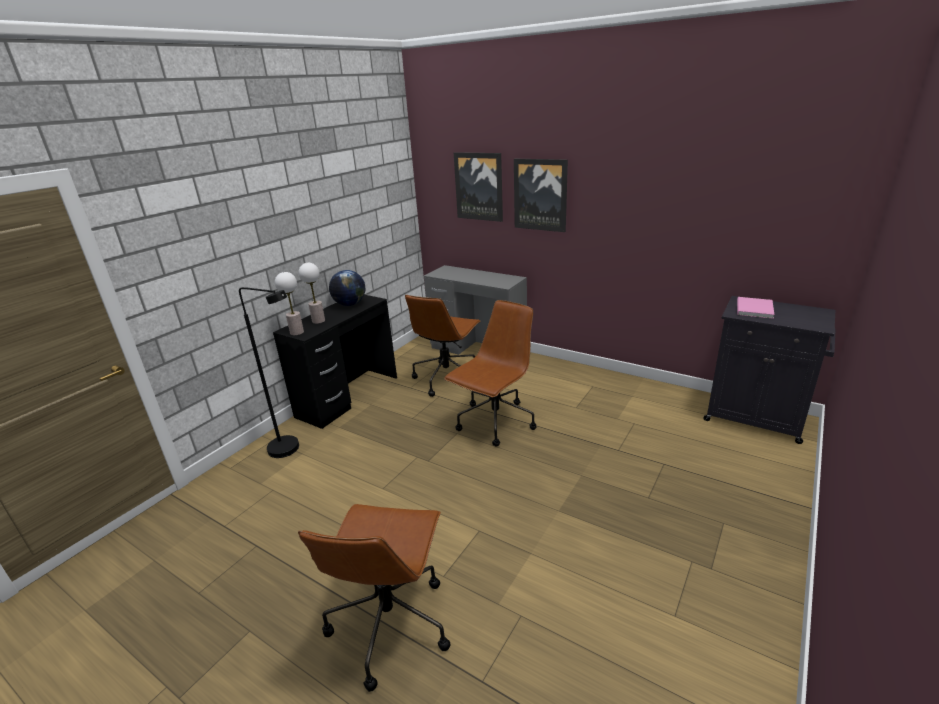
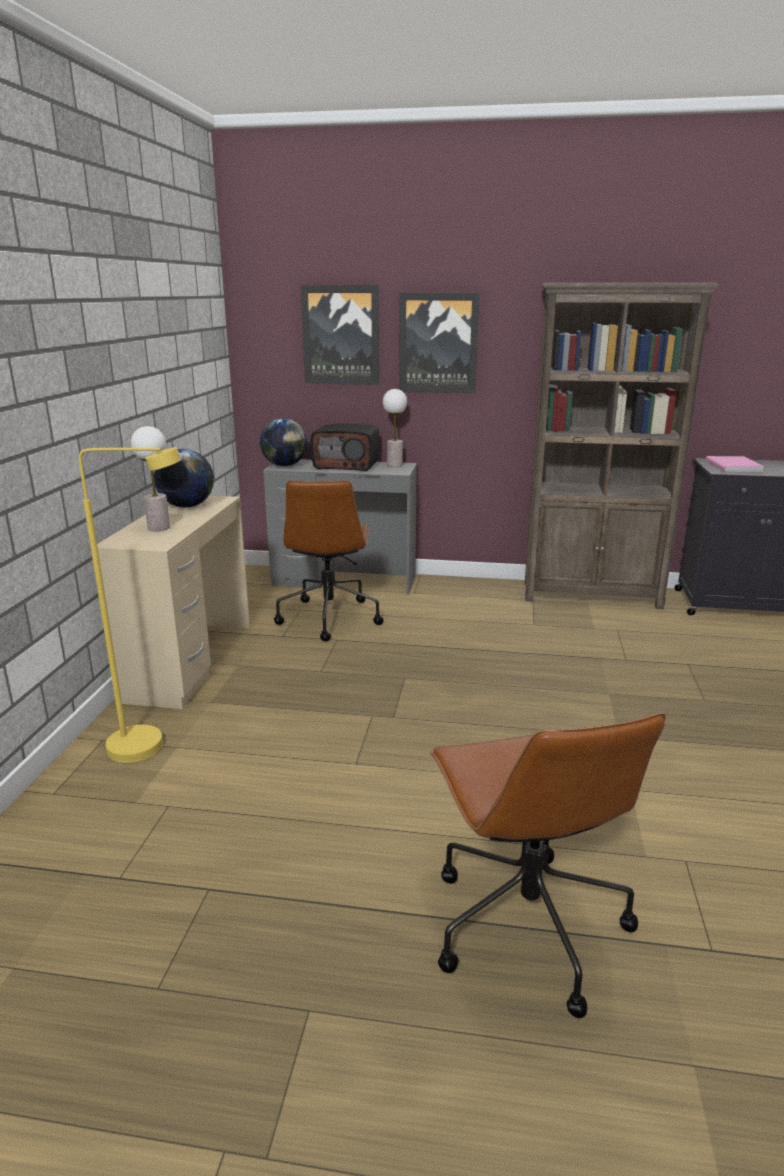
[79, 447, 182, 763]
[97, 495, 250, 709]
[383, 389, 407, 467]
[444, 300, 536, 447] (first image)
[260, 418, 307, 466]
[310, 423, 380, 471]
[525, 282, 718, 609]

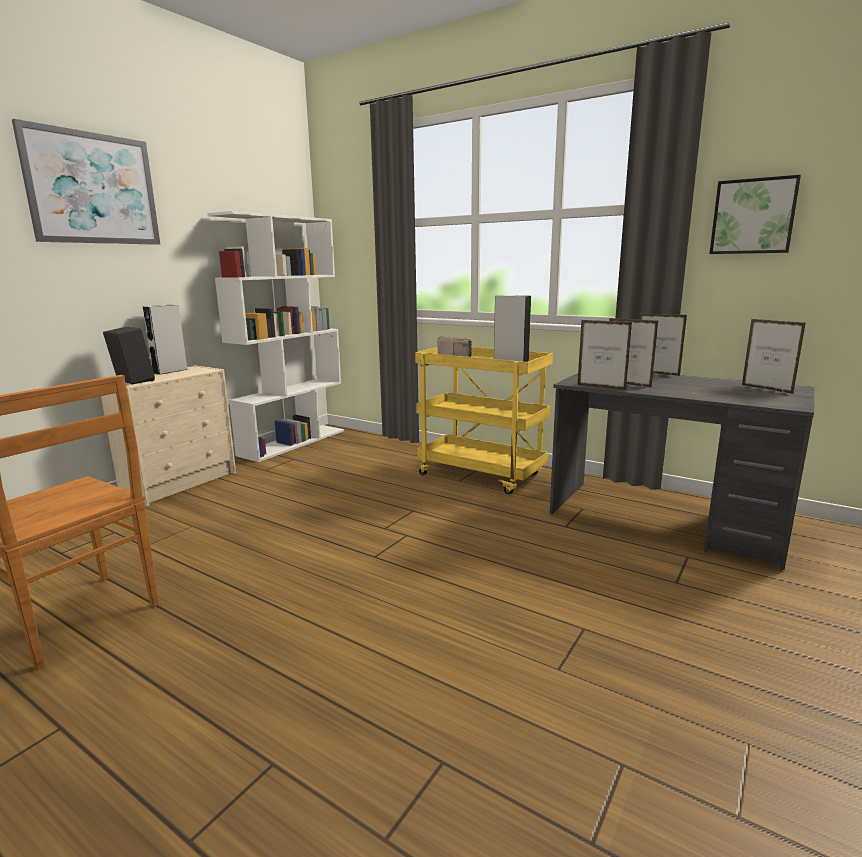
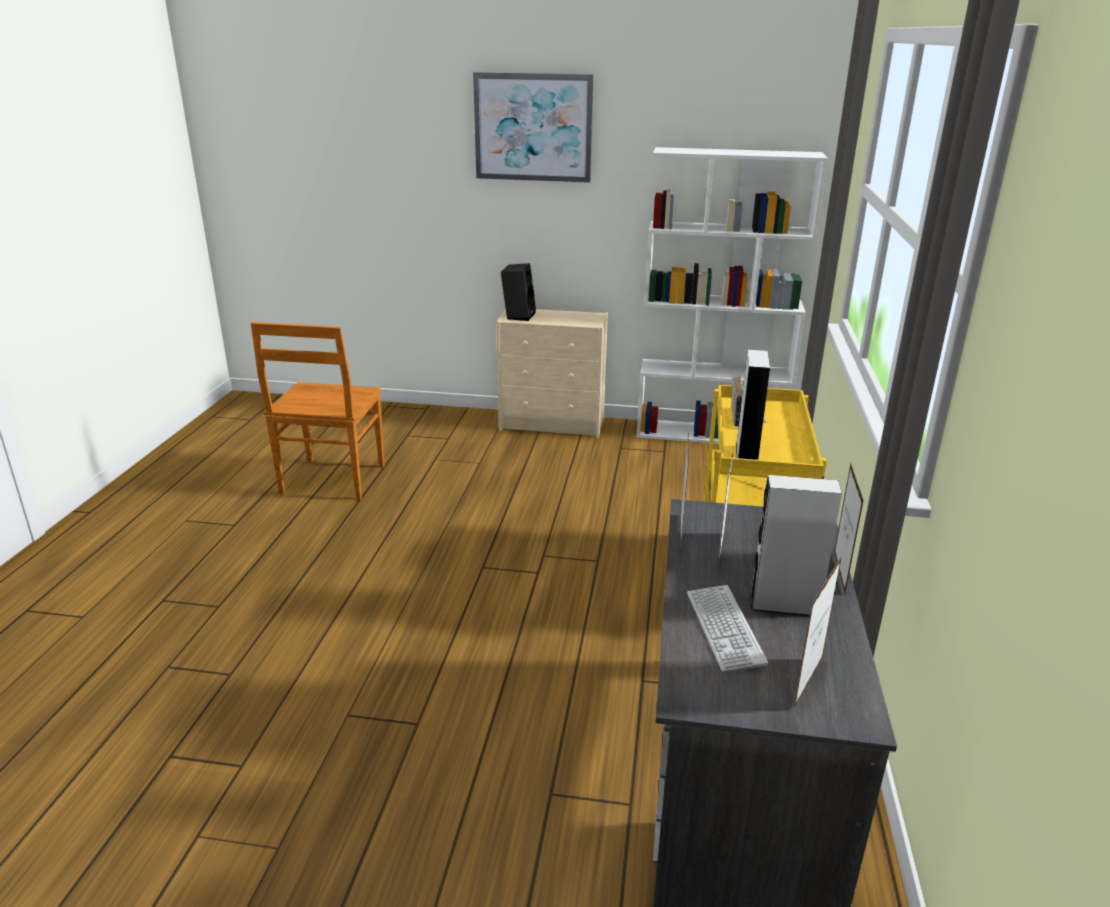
[750, 475, 842, 616]
[709, 175, 801, 254] (first image)
[687, 585, 768, 672]

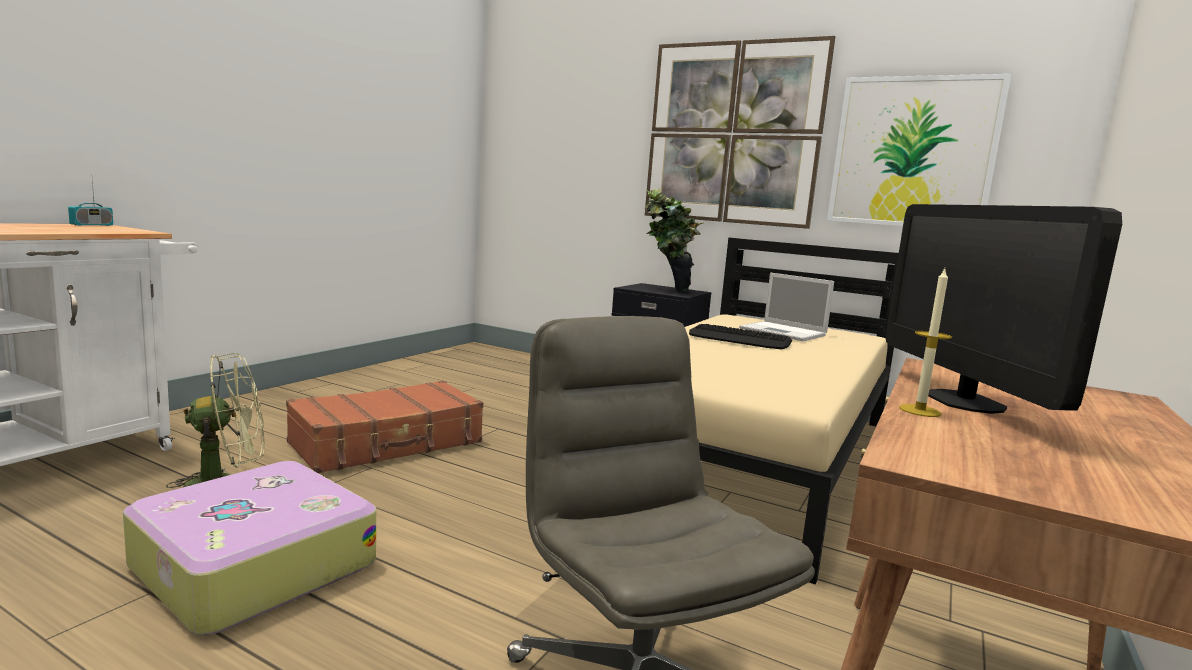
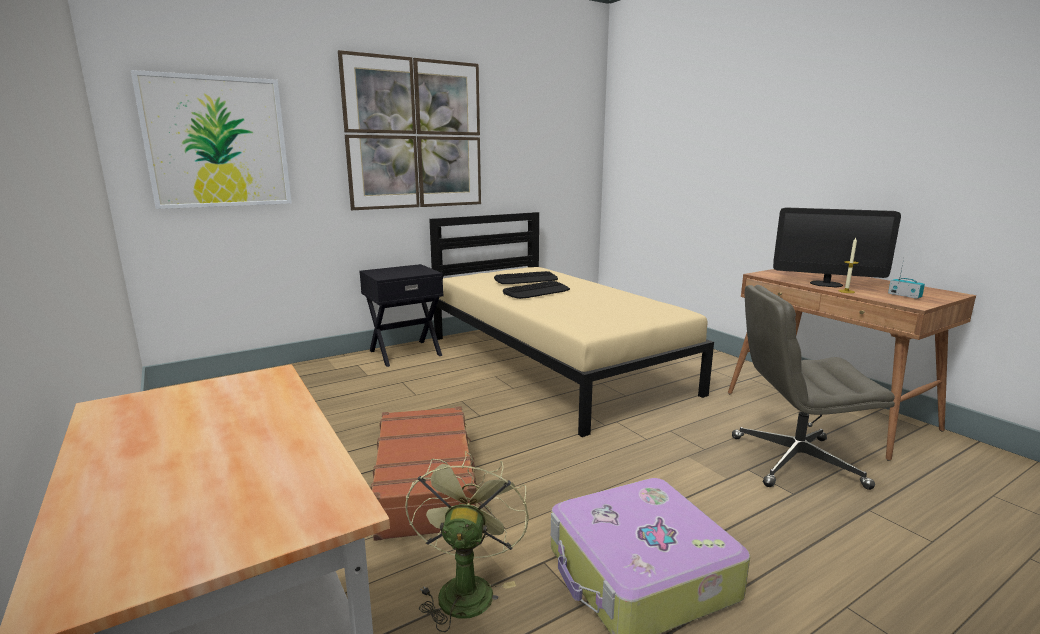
[888, 259, 925, 299]
[645, 189, 705, 293] (first image)
[494, 271, 558, 284]
[131, 70, 292, 209]

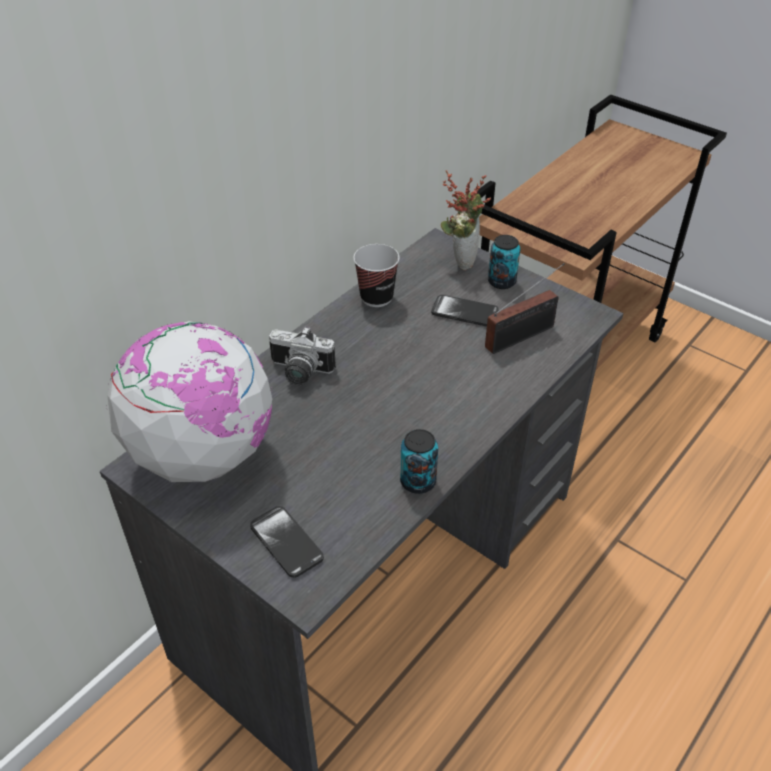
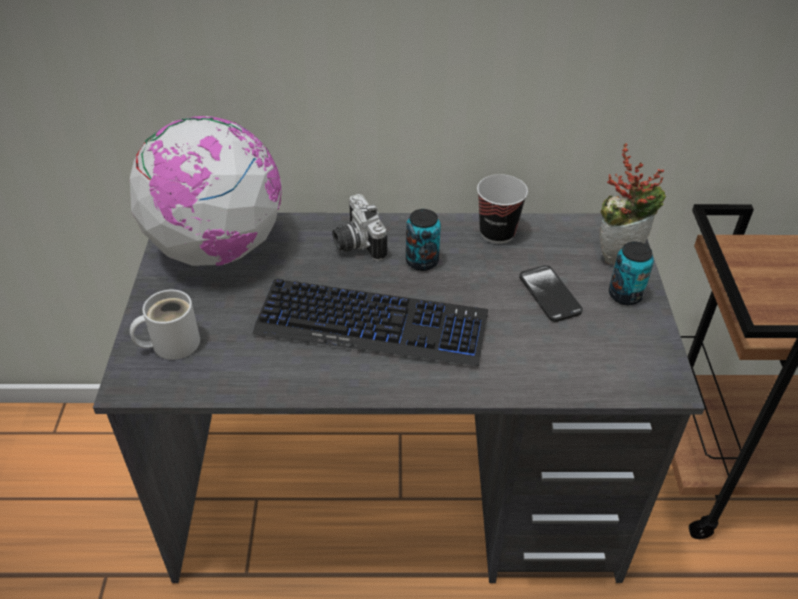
[130, 290, 200, 360]
[406, 209, 441, 271]
[485, 263, 565, 354] (first image)
[252, 278, 488, 366]

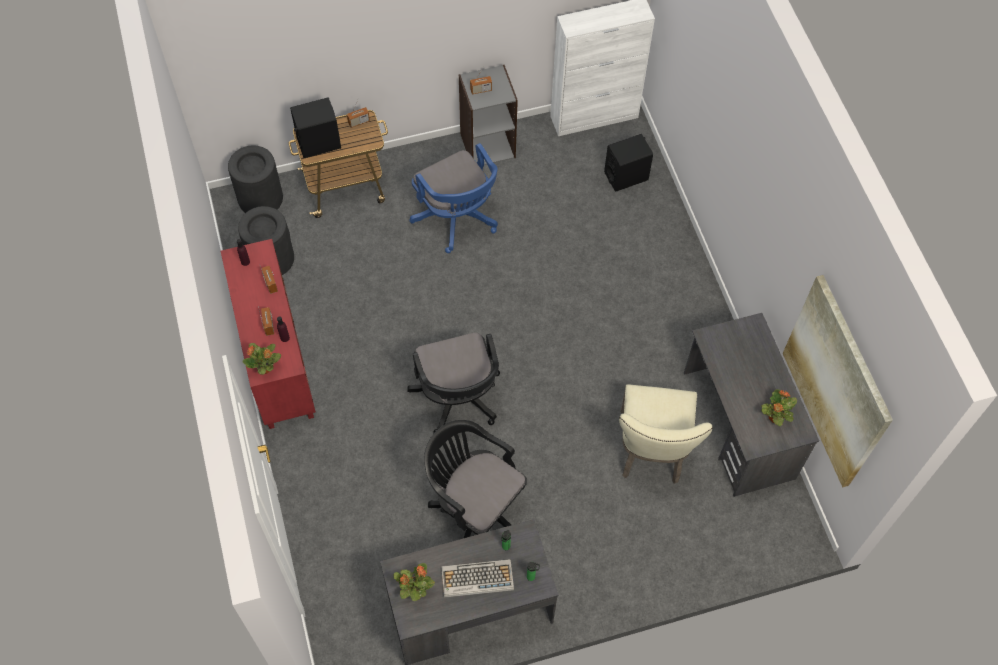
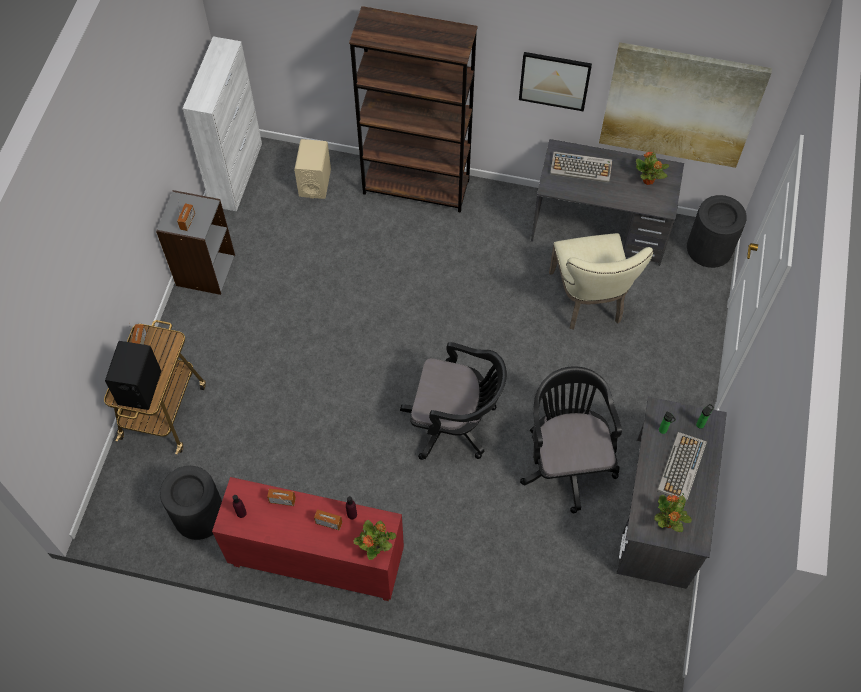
[687, 195, 747, 268]
[409, 143, 498, 253] (first image)
[520, 366, 622, 514]
[294, 139, 331, 199]
[549, 233, 653, 330]
[349, 6, 477, 213]
[519, 52, 592, 111]
[550, 151, 612, 183]

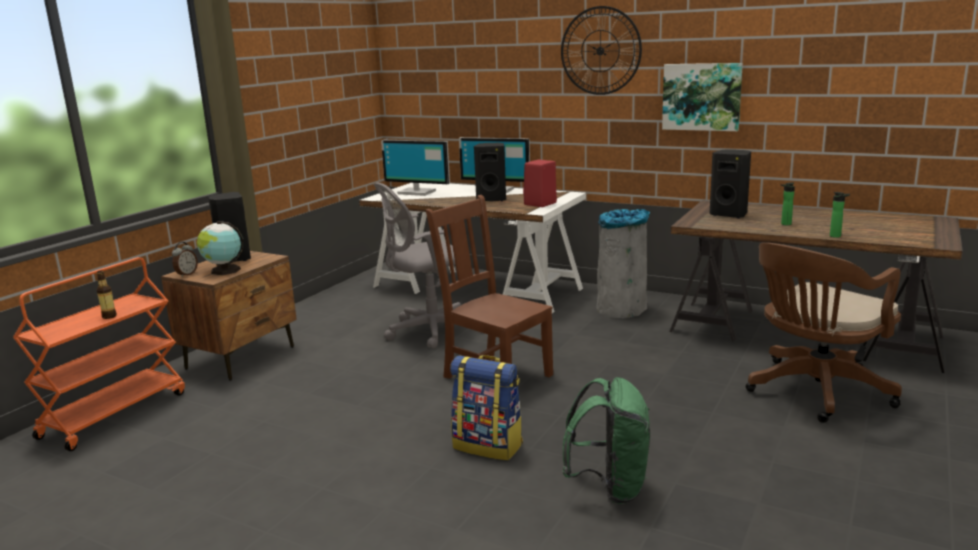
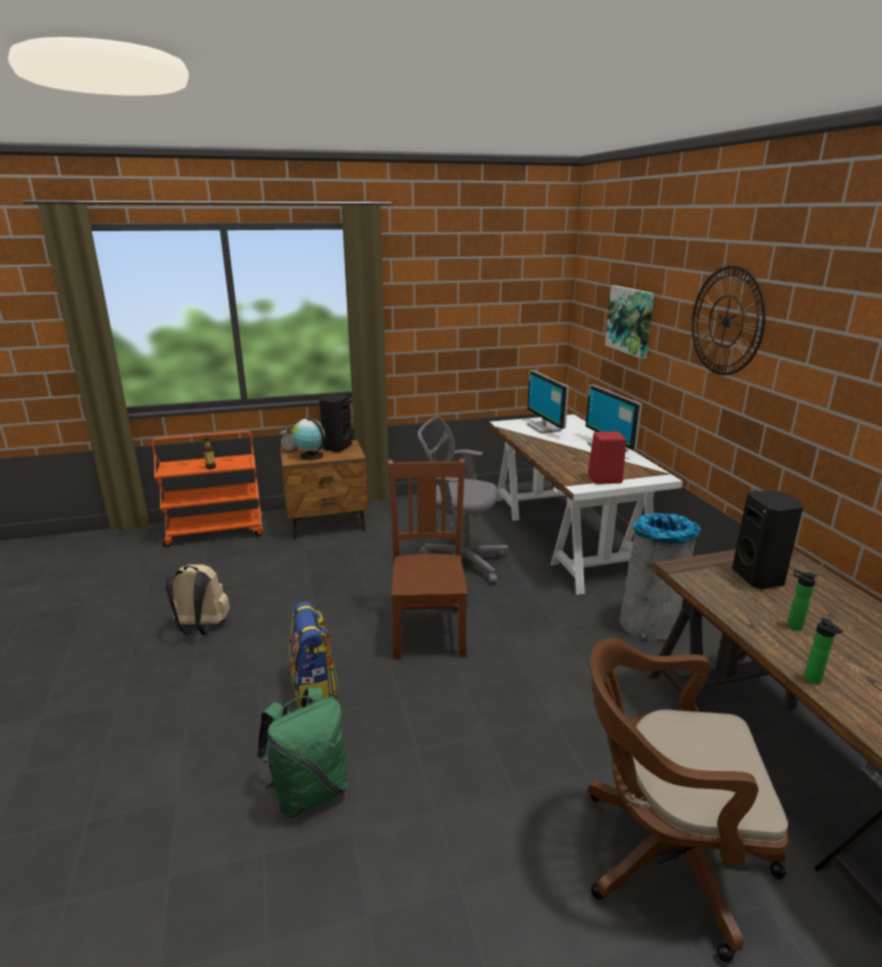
[474, 143, 506, 201] (first image)
[605, 285, 654, 359]
[166, 564, 230, 636]

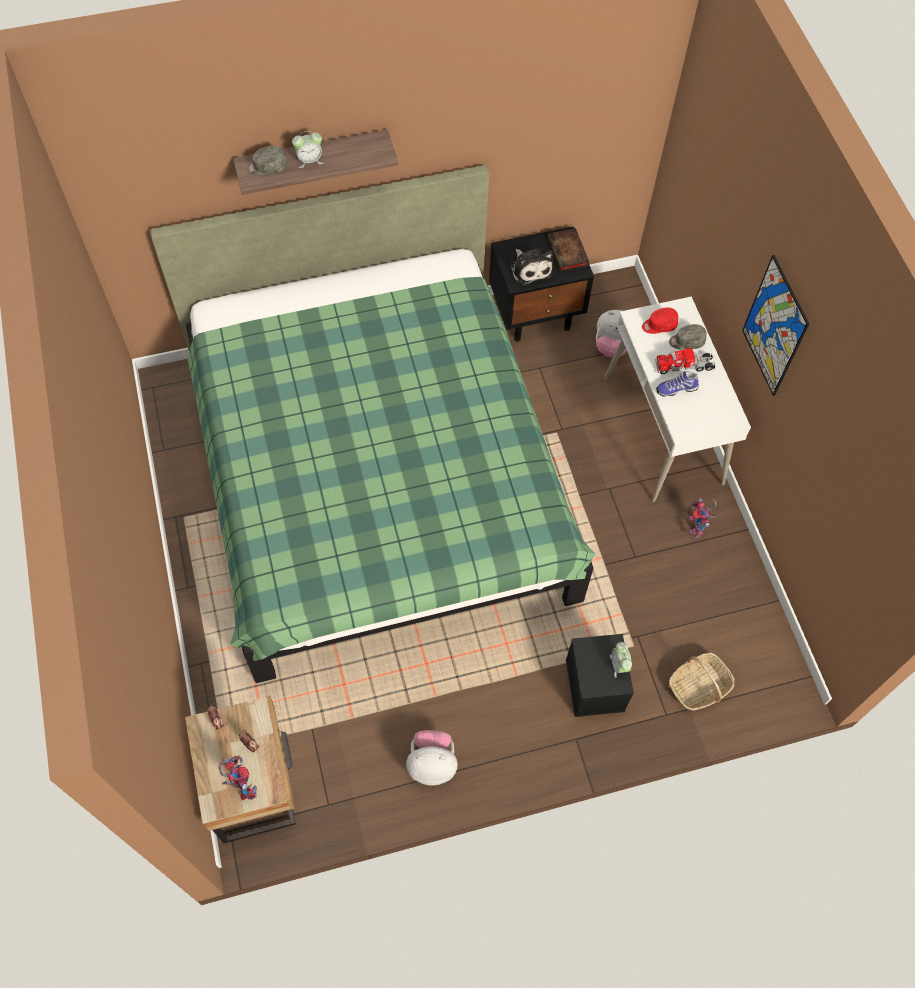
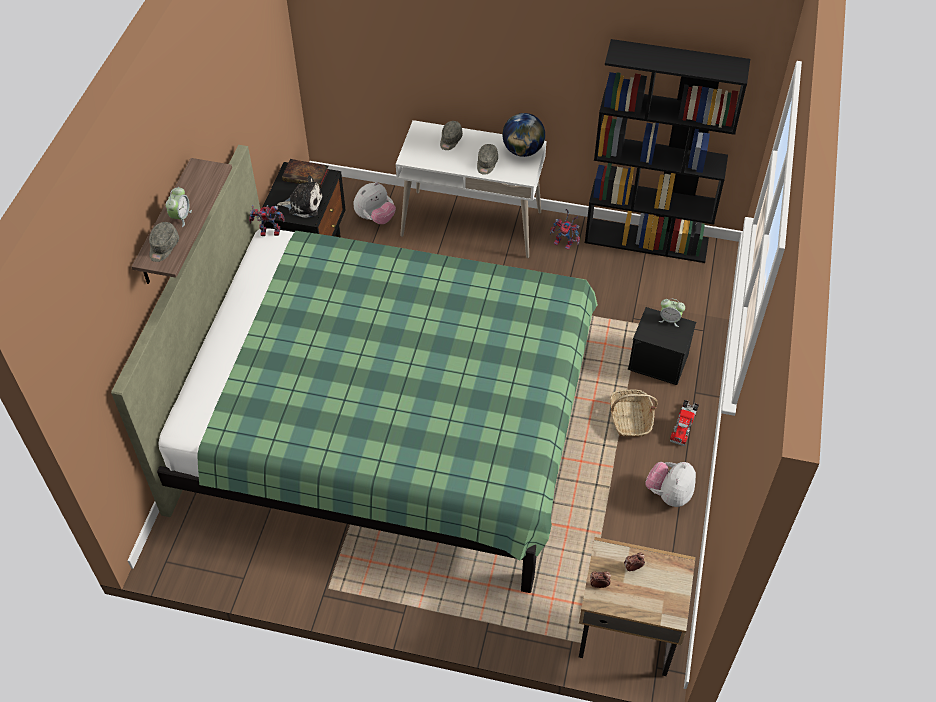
[249, 205, 285, 236]
[642, 307, 678, 334] (first image)
[670, 400, 699, 446]
[477, 144, 498, 175]
[610, 390, 658, 437]
[742, 255, 809, 396] (first image)
[502, 113, 545, 157]
[585, 39, 750, 263]

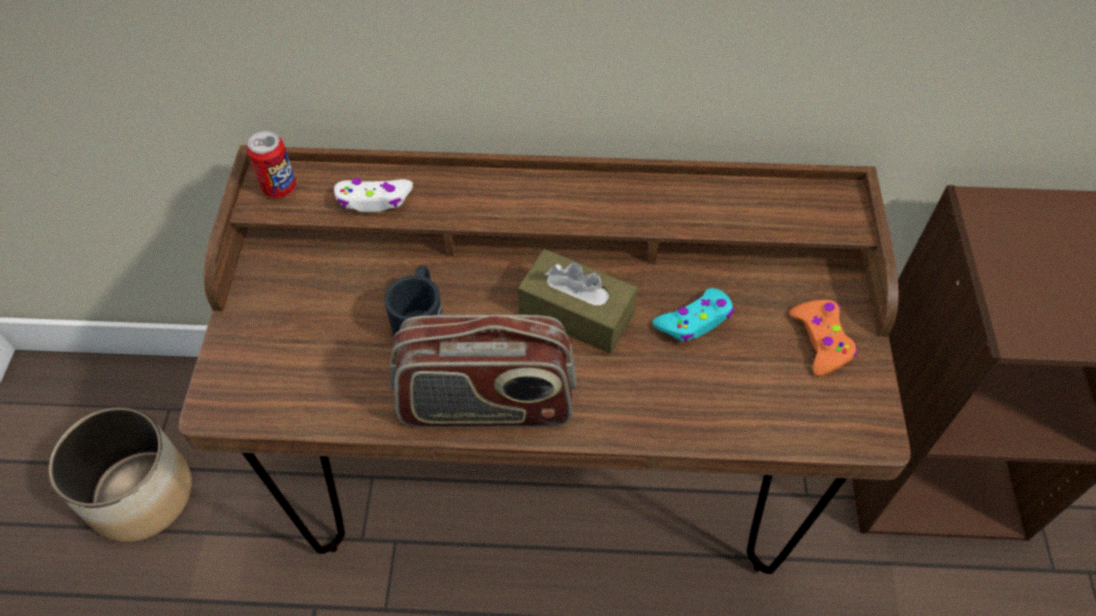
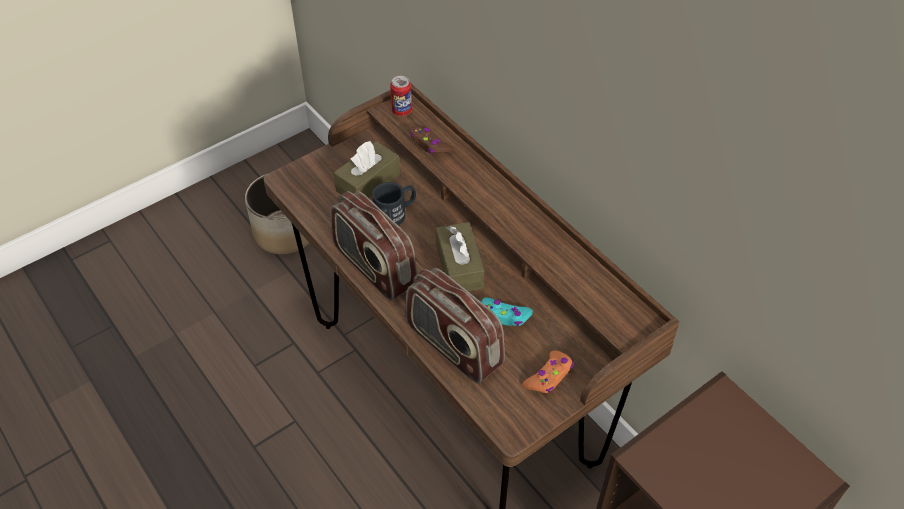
[410, 126, 454, 155]
[334, 141, 400, 198]
[405, 268, 505, 384]

